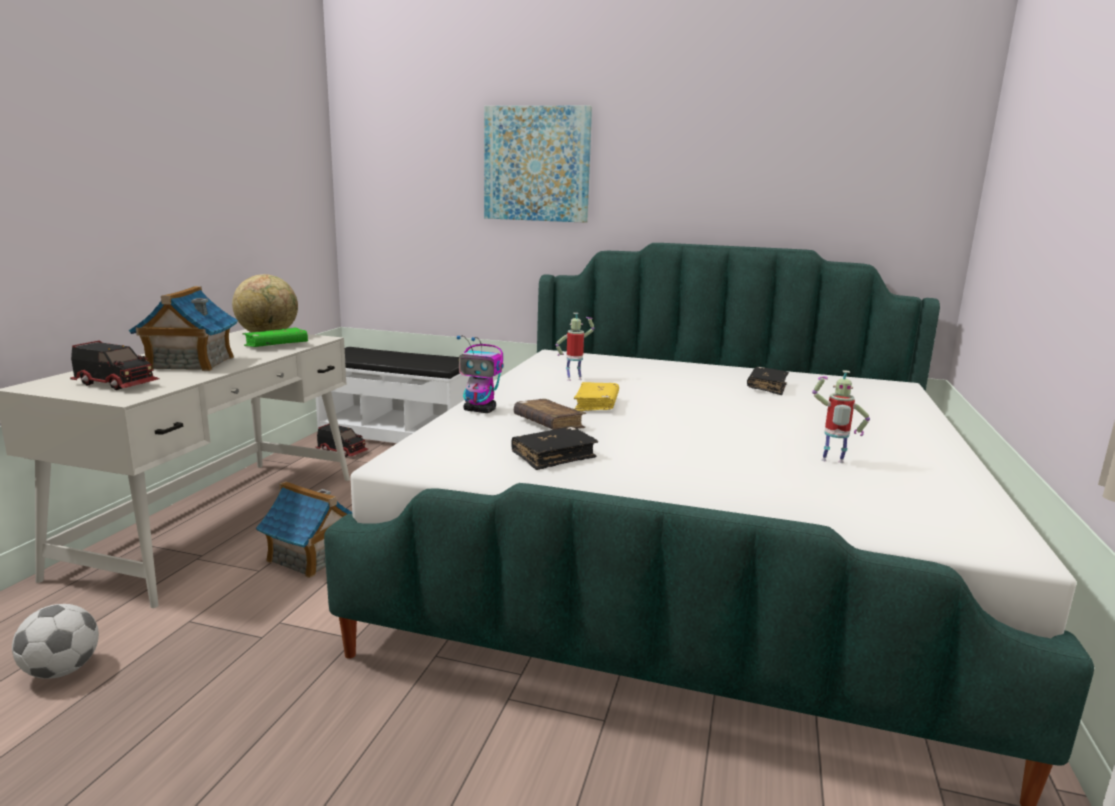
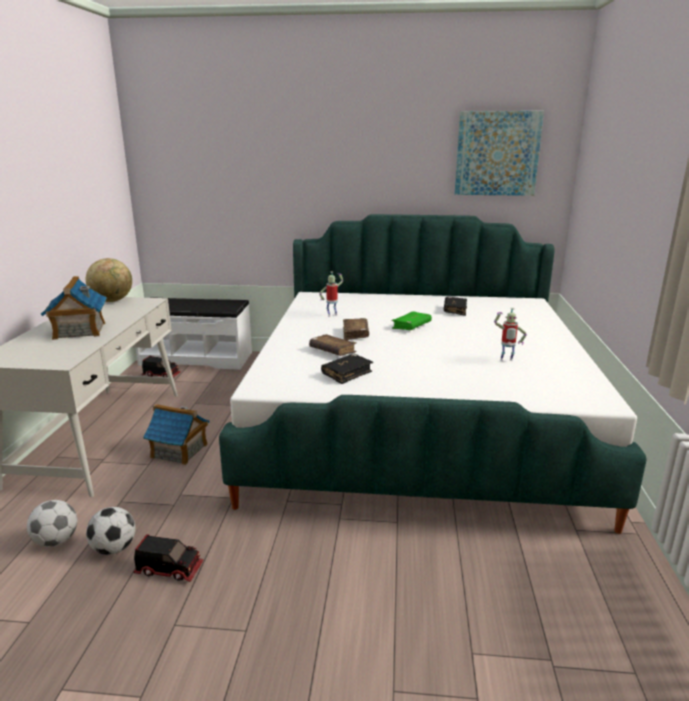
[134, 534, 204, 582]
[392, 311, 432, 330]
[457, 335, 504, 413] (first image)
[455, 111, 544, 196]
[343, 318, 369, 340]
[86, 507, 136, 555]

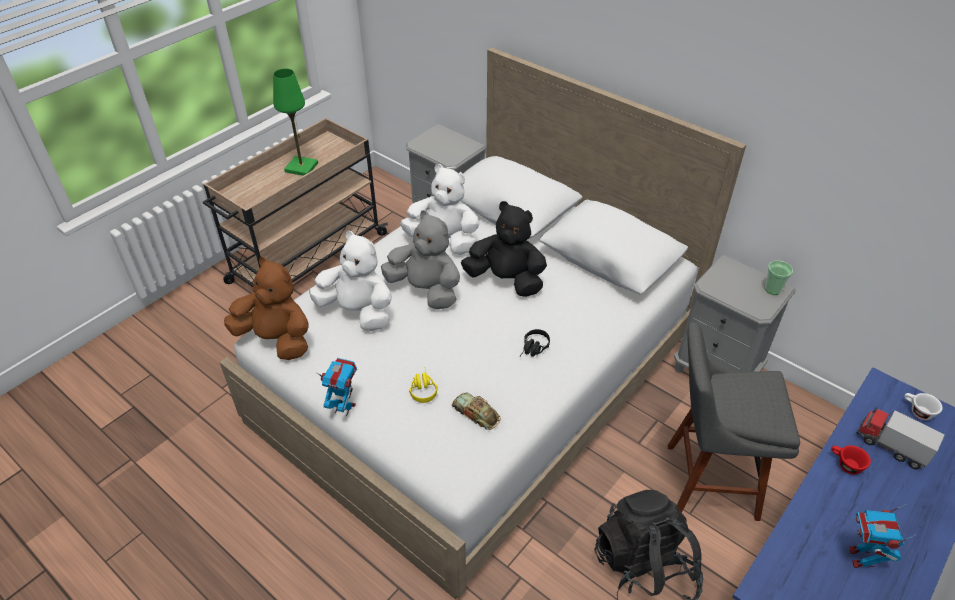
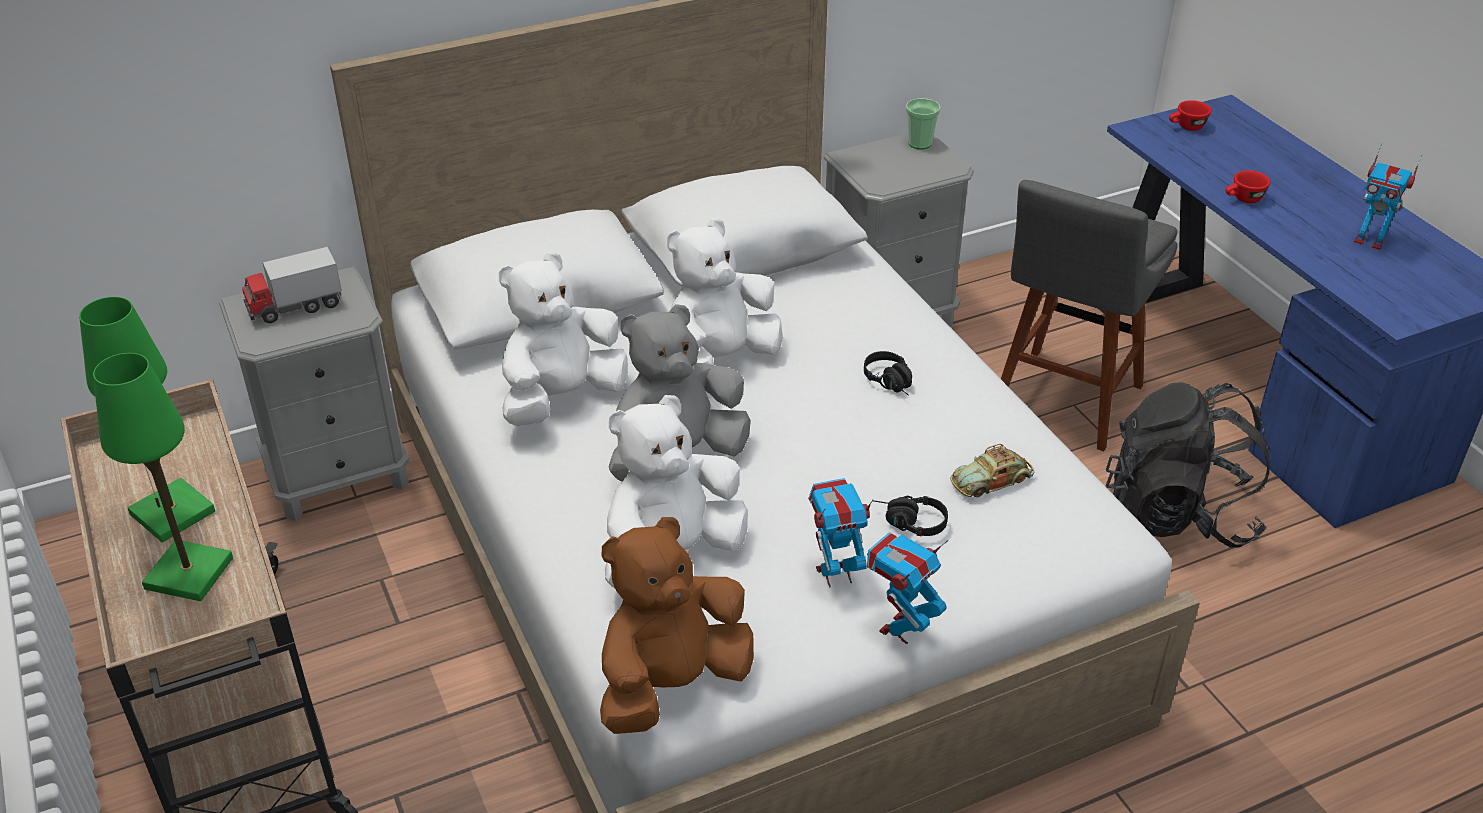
[873, 496, 948, 536]
[667, 218, 783, 365]
[242, 247, 342, 323]
[1169, 100, 1212, 131]
[93, 353, 233, 601]
[808, 478, 873, 587]

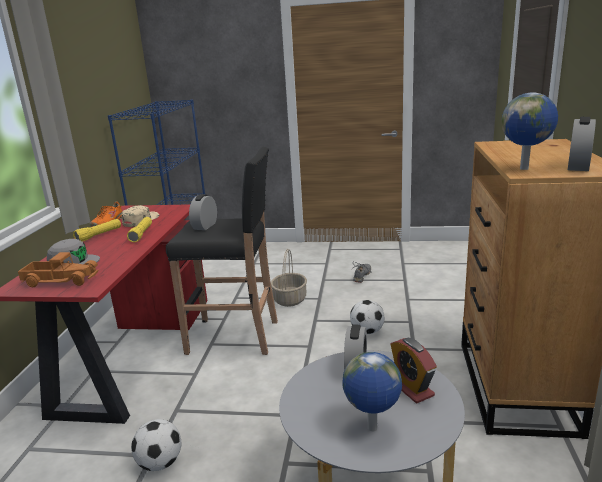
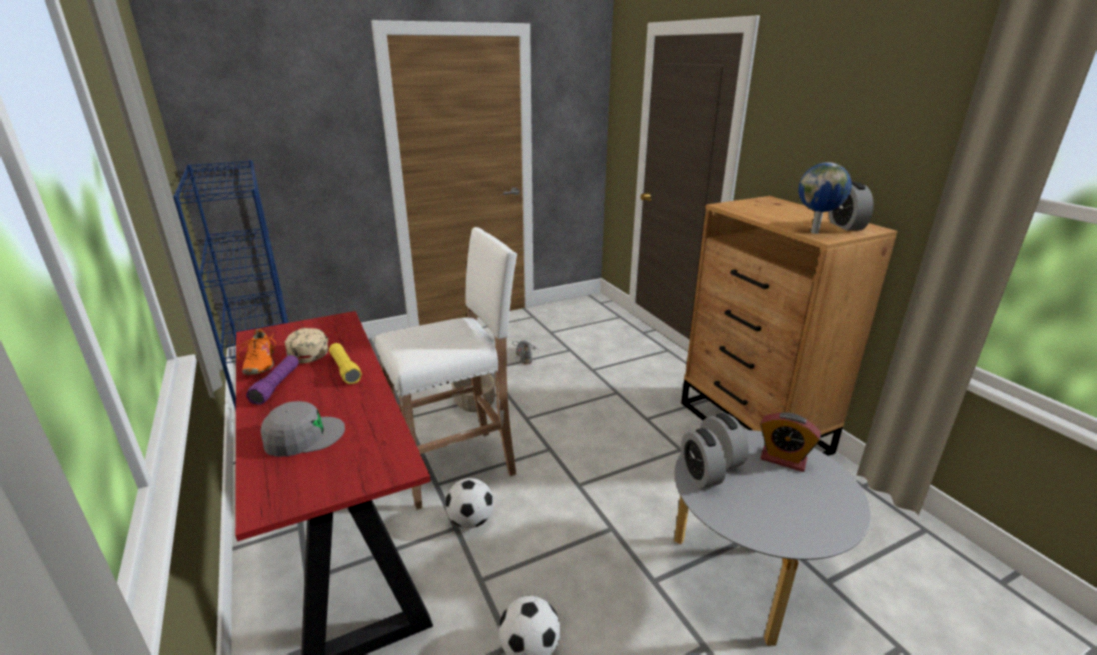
[18, 252, 99, 287] (first image)
[246, 355, 299, 405]
[375, 227, 517, 510]
[681, 428, 726, 488]
[342, 352, 402, 431] (first image)
[445, 478, 494, 528]

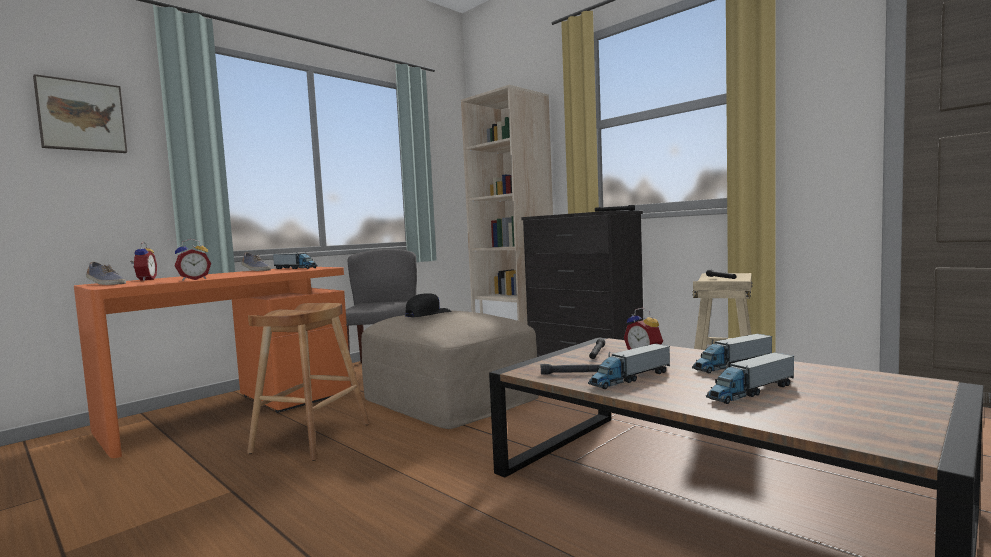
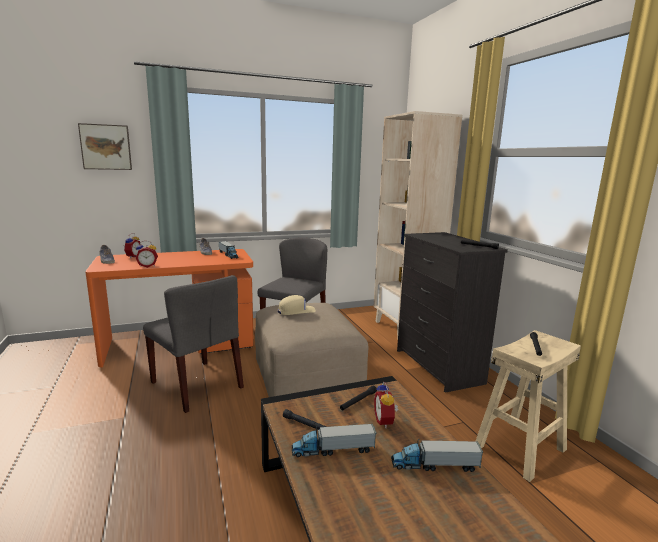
[143, 275, 244, 413]
[278, 295, 316, 315]
[706, 352, 794, 404] (first image)

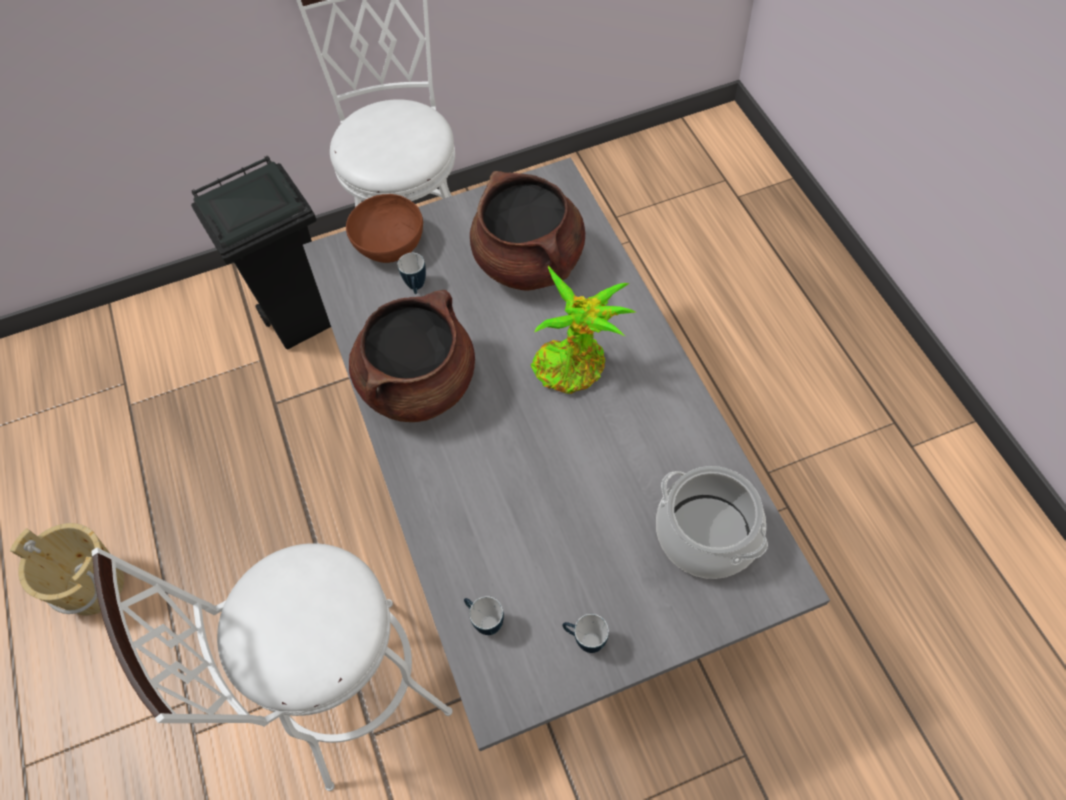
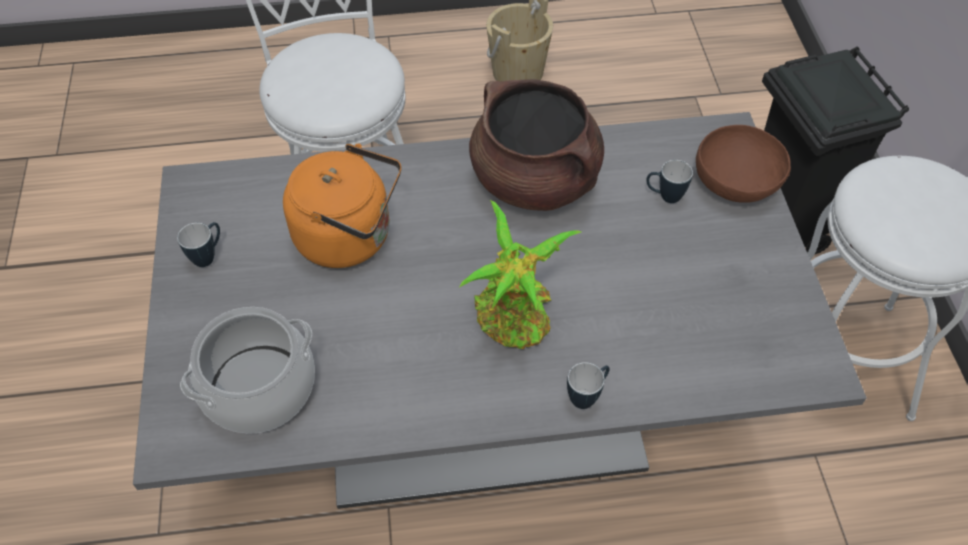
[567, 362, 610, 409]
[470, 171, 585, 291] (first image)
[283, 143, 401, 268]

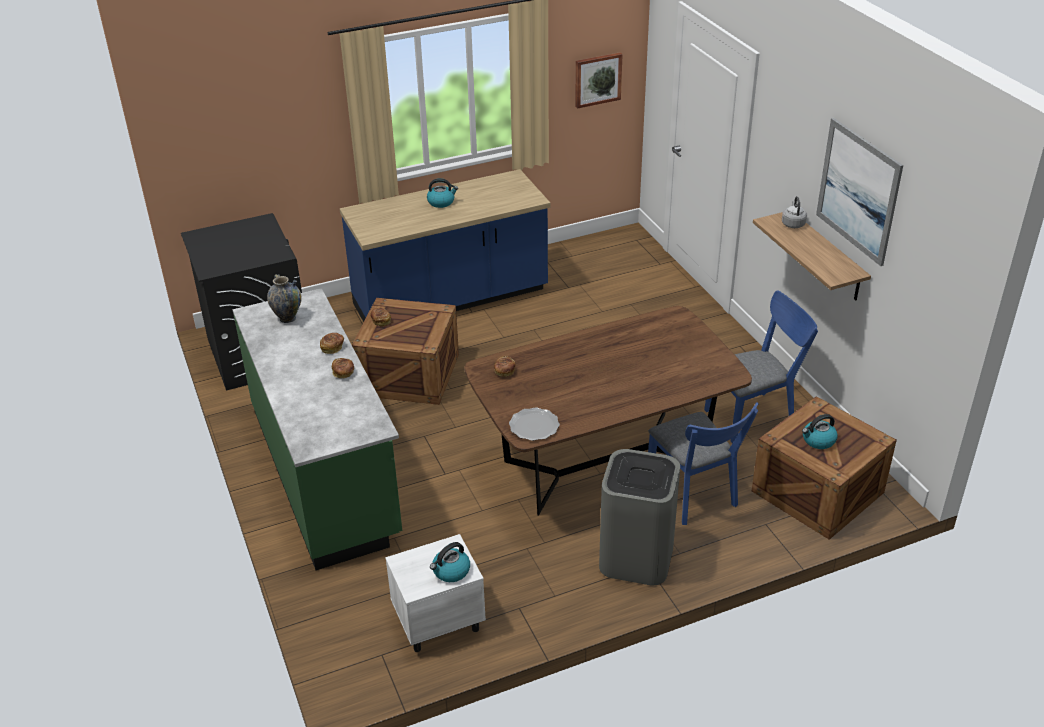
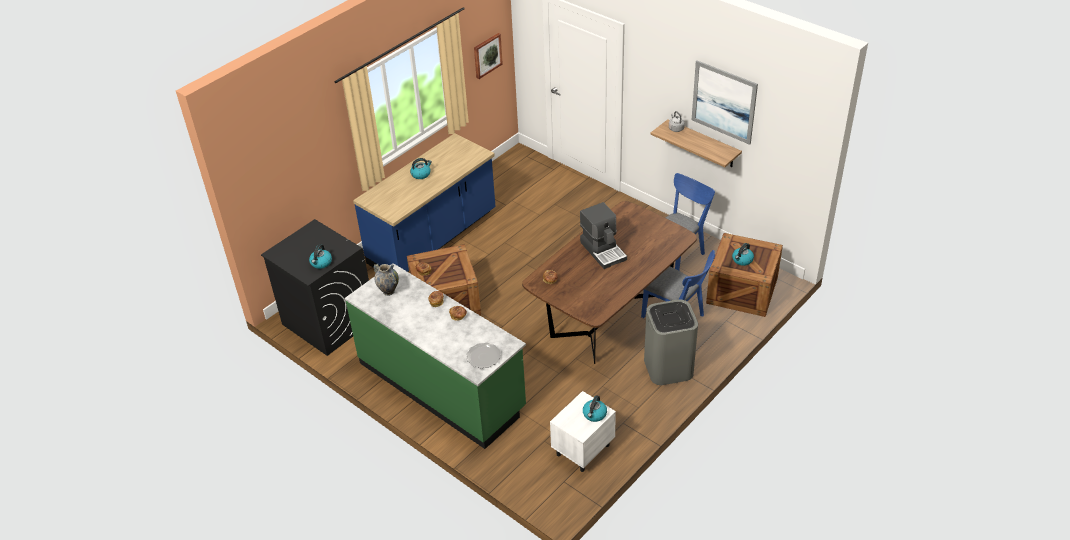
[466, 343, 501, 368]
[309, 244, 332, 269]
[580, 202, 627, 269]

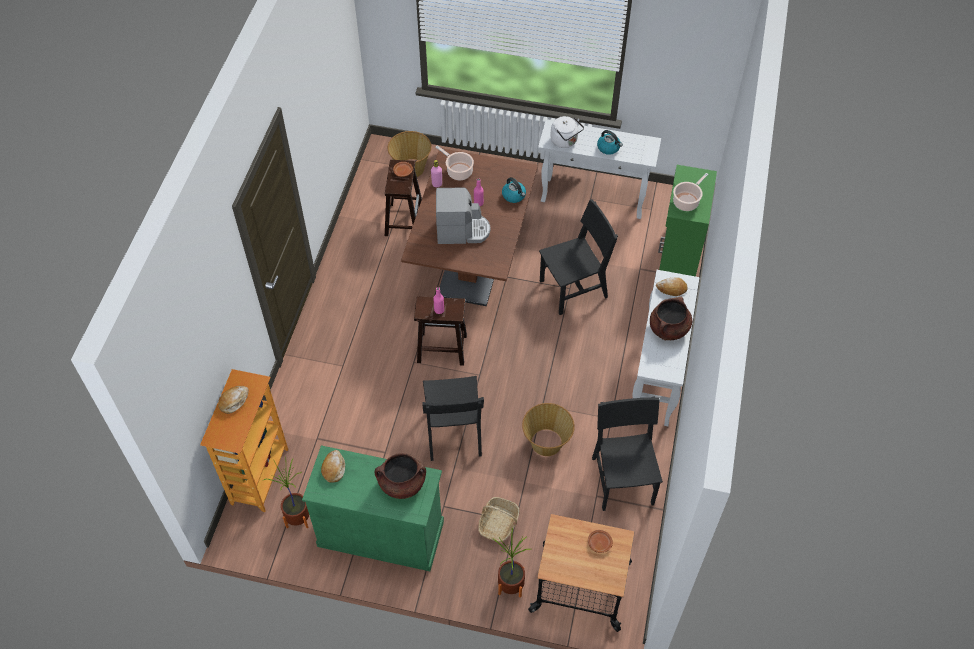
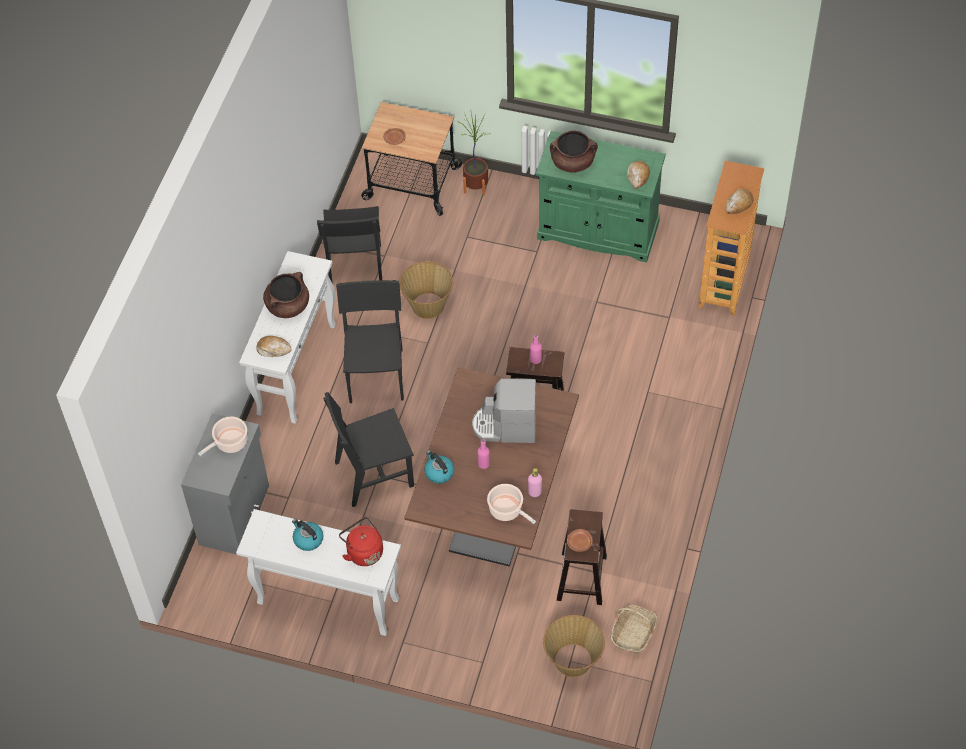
[264, 459, 309, 528] (first image)
[336, 280, 404, 403]
[611, 605, 657, 654]
[339, 517, 383, 566]
[181, 413, 269, 554]

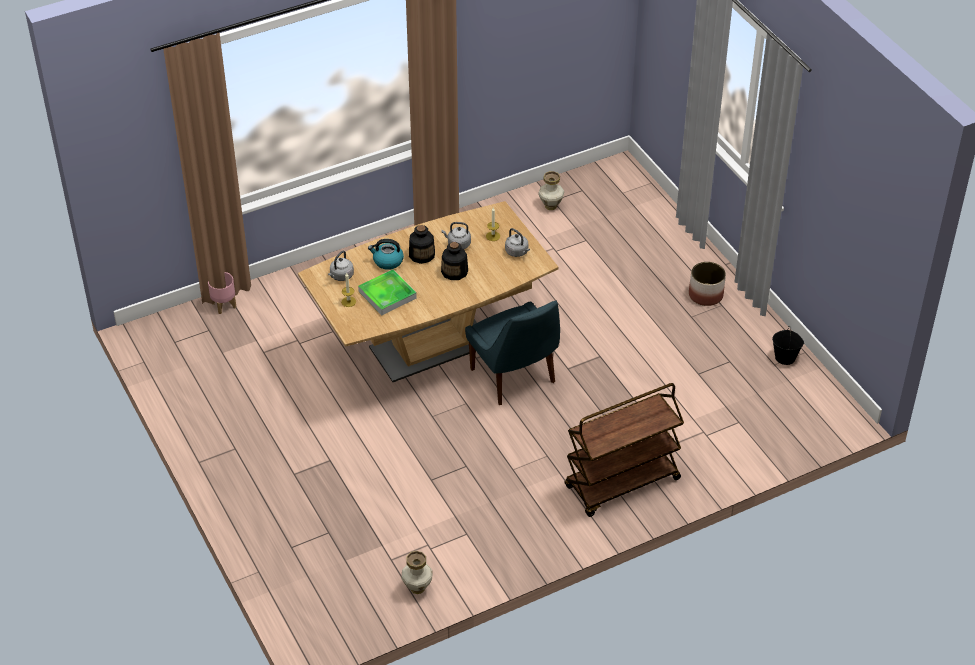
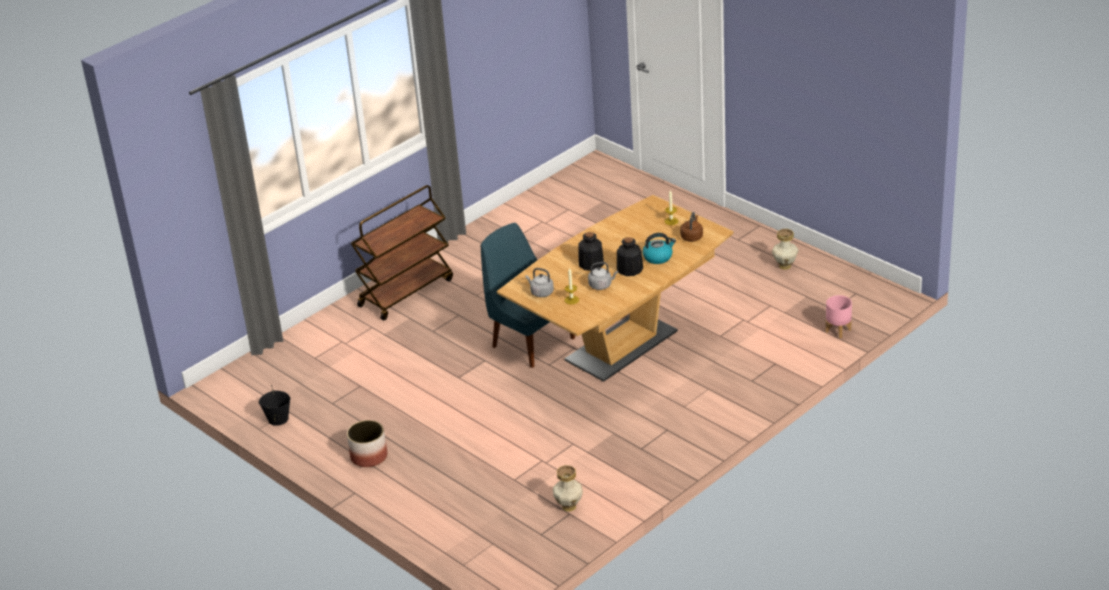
[680, 212, 703, 242]
[358, 269, 417, 315] (first image)
[772, 229, 798, 270]

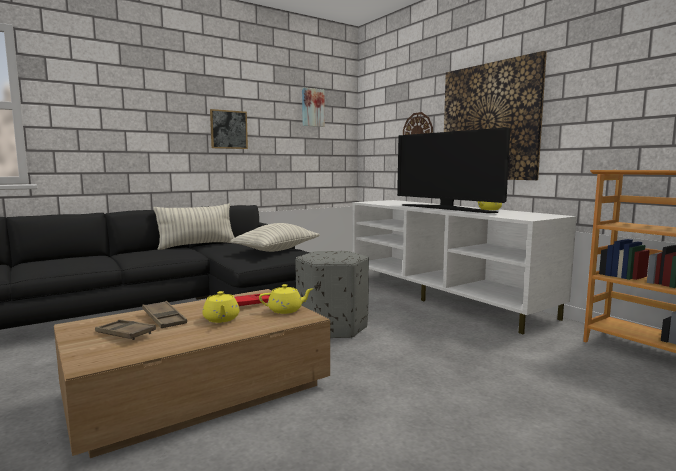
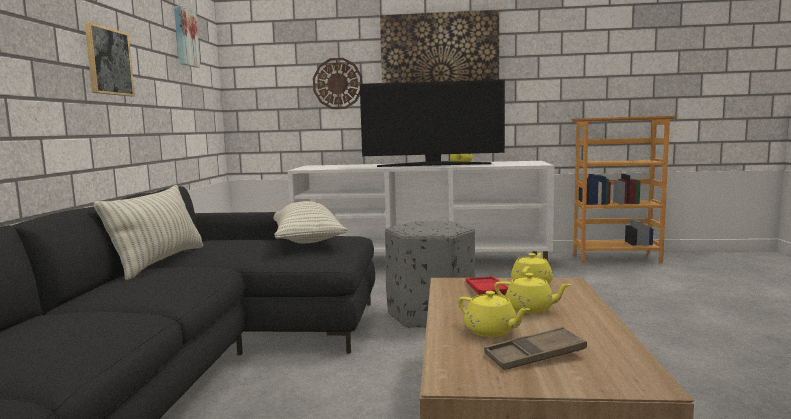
[458, 291, 530, 337]

